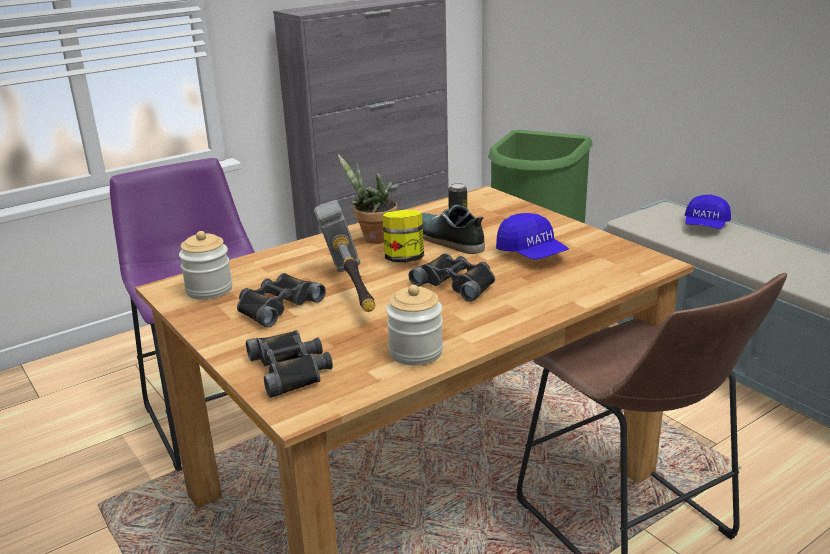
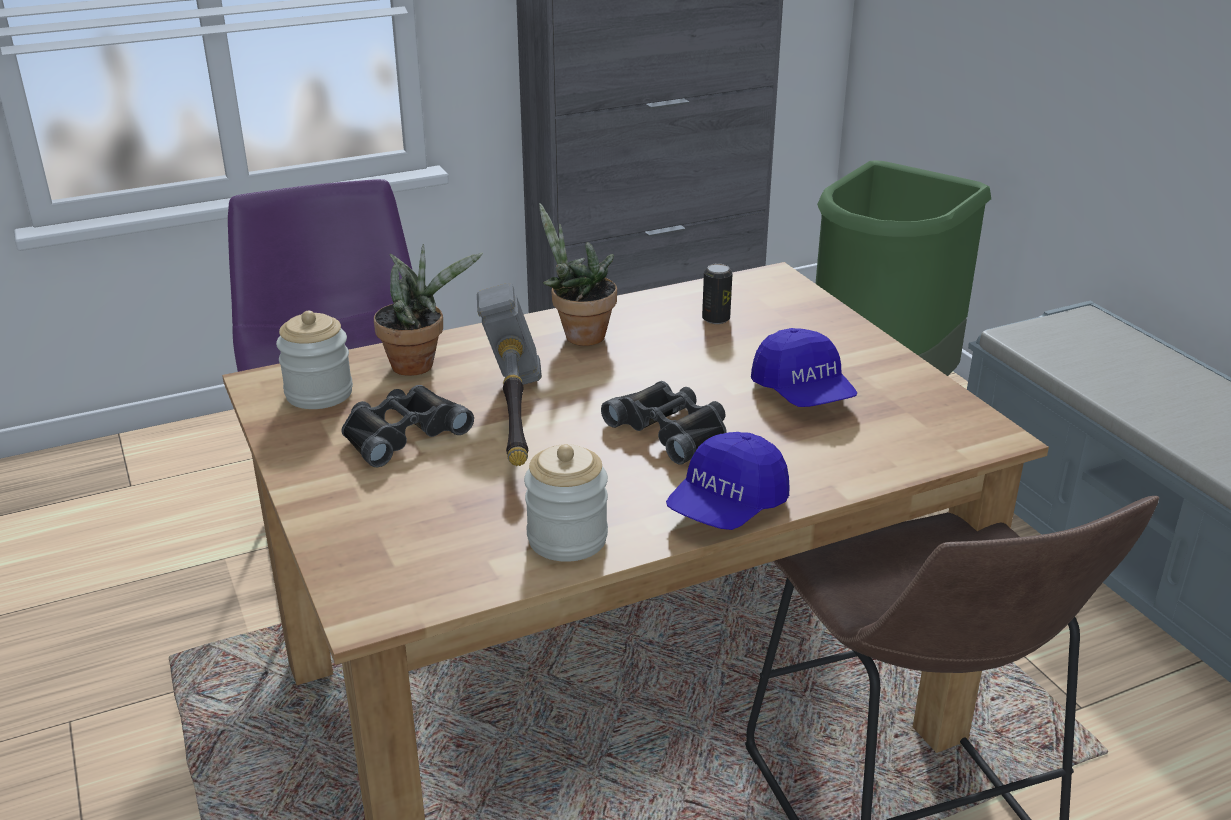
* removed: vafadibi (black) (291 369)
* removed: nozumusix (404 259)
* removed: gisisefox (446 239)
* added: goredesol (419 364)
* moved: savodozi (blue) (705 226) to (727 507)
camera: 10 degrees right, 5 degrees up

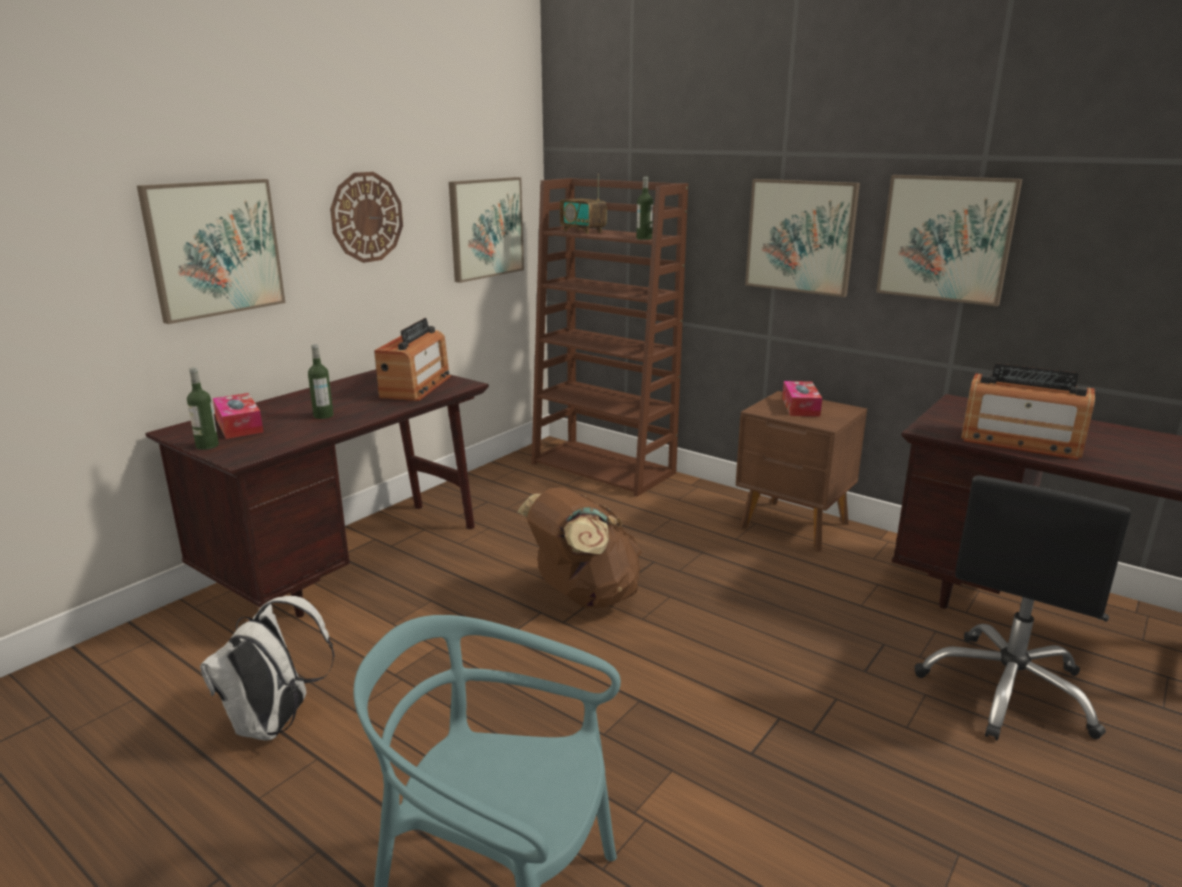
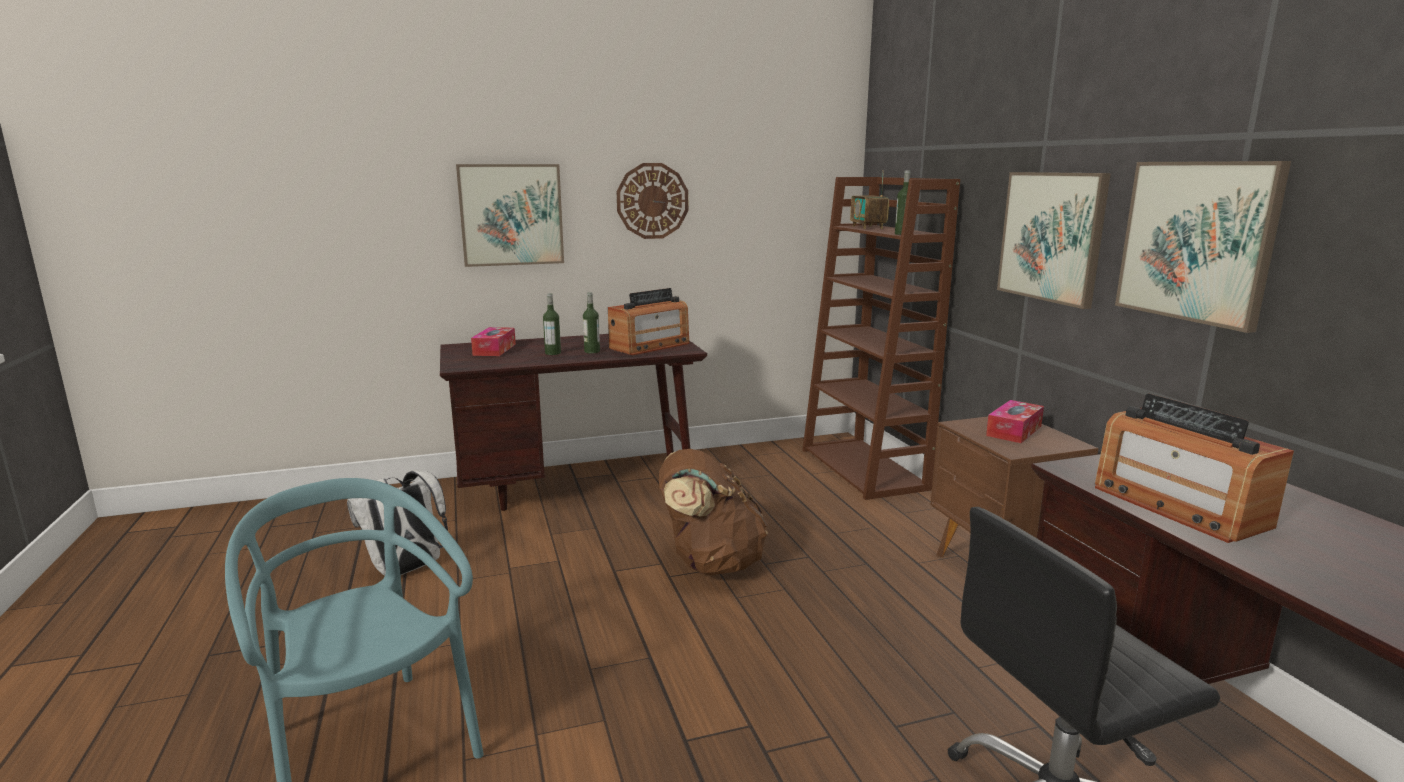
* removed: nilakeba (486 228)
* moved: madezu (207 446) to (592 351)
camera: 35 degrees right, 5 degrees down

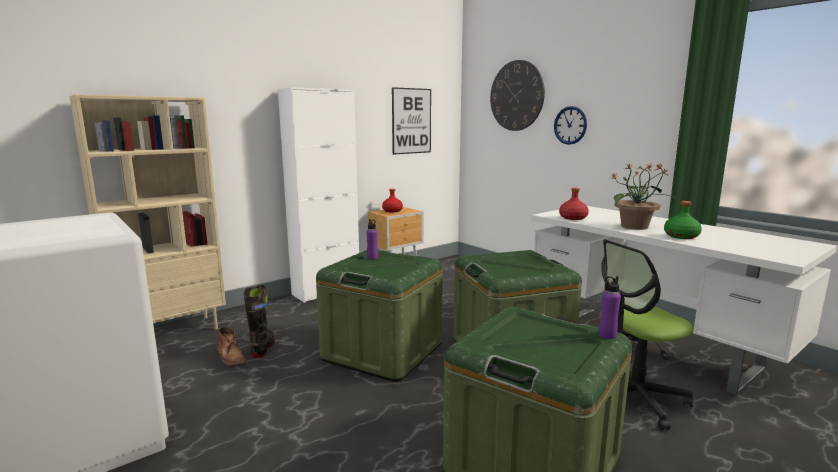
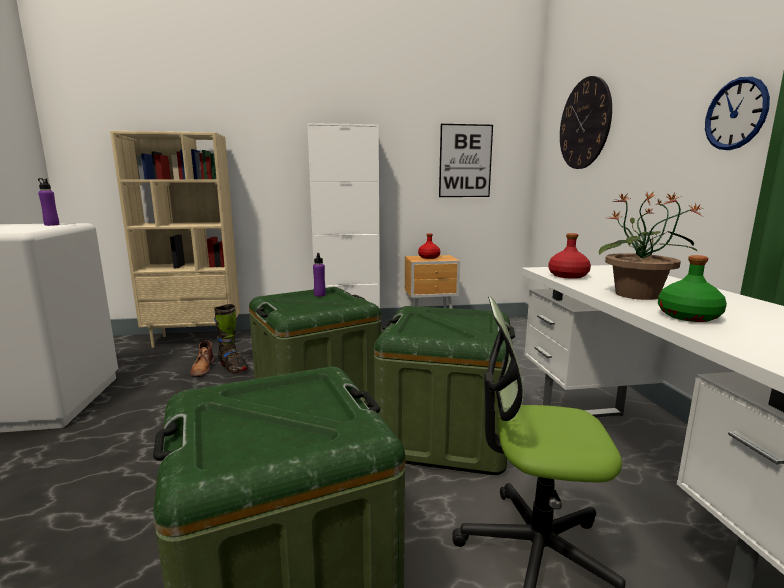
* moved: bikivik (570 125) to (736 114)
* moved: madezu (purple) (607 335) to (52 225)
* turned: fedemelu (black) (263 348) = (233 367) 105 degrees clockwise
camera: 30 degrees right, 0 degrees up

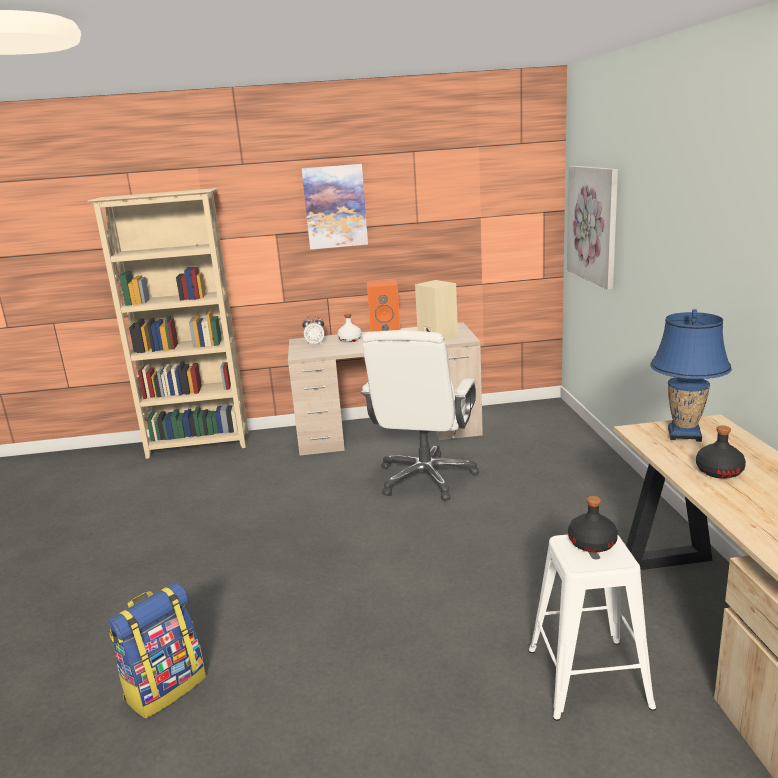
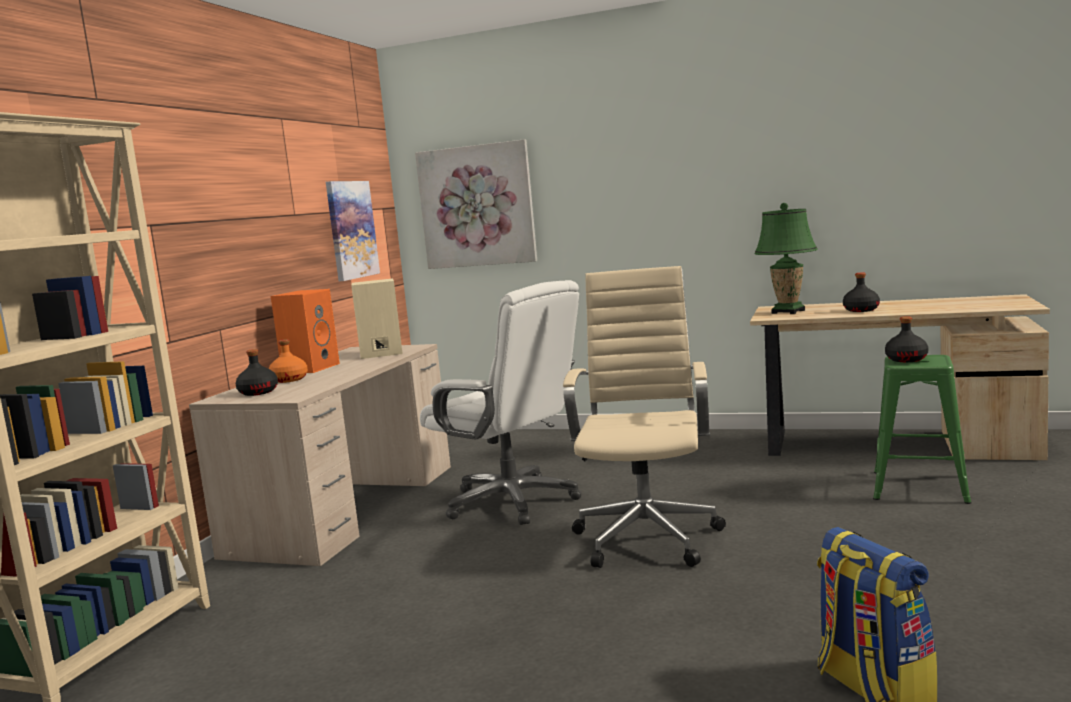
* added: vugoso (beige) (647 536)
* moved: nilakeba (335 207) to (351 230)
* replaced: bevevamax (315 343) to madezu (black) (258 392)
* recoloured: madezu (white) (349 340) to madezu (orange) (289 380)
* recoloured: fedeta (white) (586 676) to fedeta (green) (918 487)
* recoloured: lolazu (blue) (684 435) to lolazu (green) (788 312)
camera: 65 degrees left, 10 degrees down

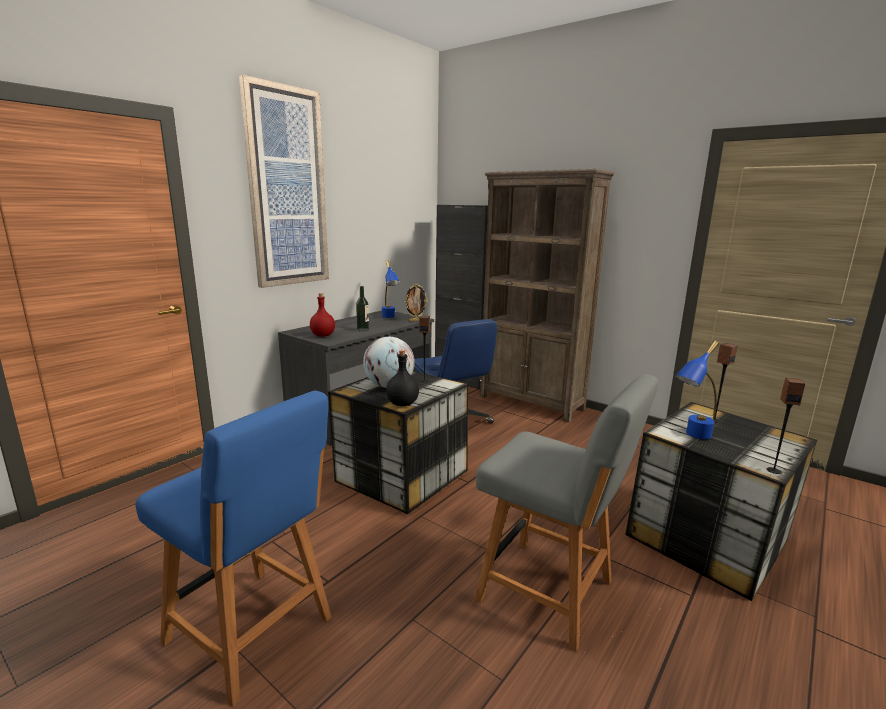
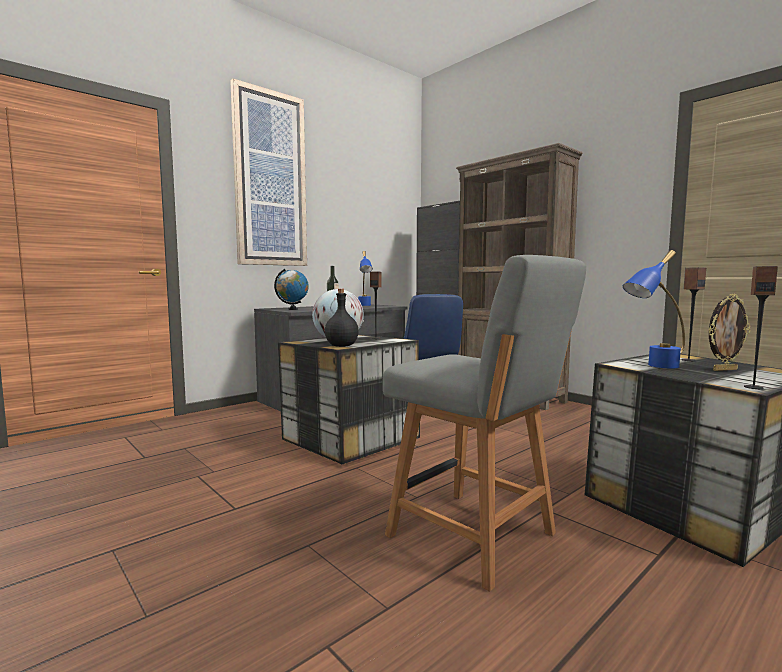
* removed: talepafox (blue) (253 633)
* moved: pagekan (415 320) to (724 370)
* replaced: madezu (red) (323 335) to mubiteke (293 309)
camera: 10 degrees right, 10 degrees down

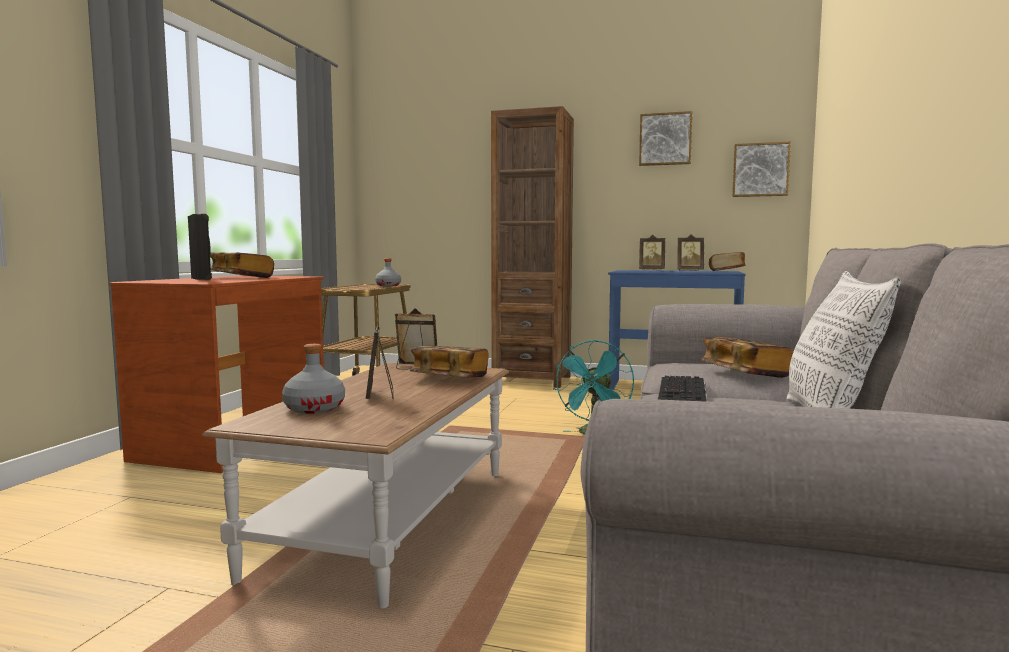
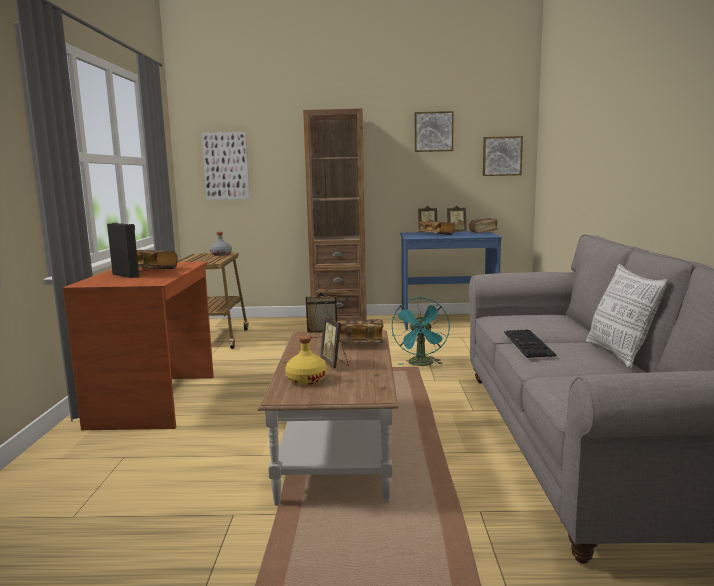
* added: nilakeba (226 166)
* moved: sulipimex (744 374) to (436 235)
* recoloured: madezu (grey) (314 408) to madezu (yellow) (306 379)
camera: 15 degrees left, 5 degrees up

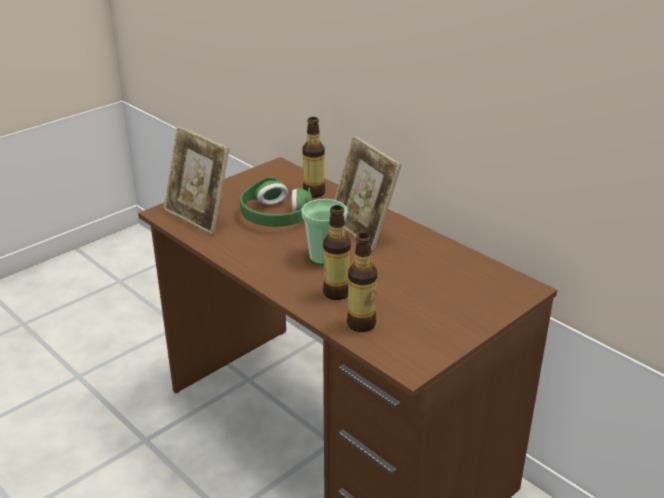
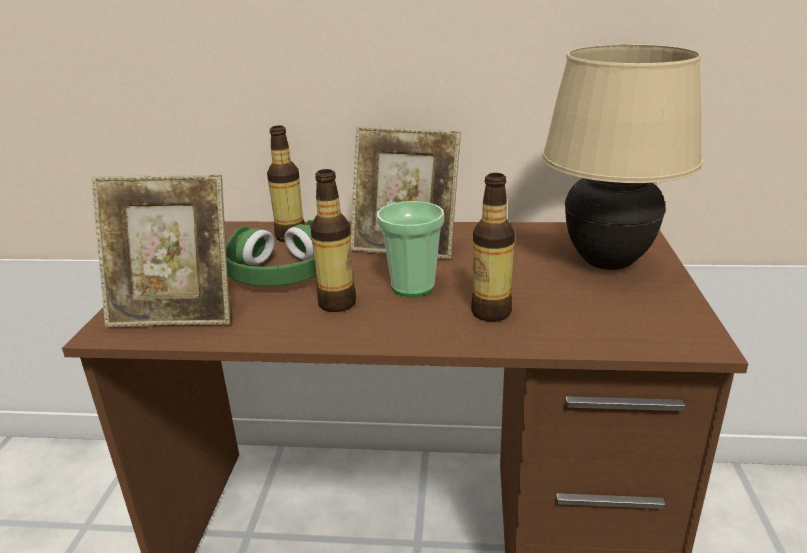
* added: lolazu (beige) (608 263)
* moved: madezu (361 324) to (337 303)
camera: 40 degrees left, 5 degrees down

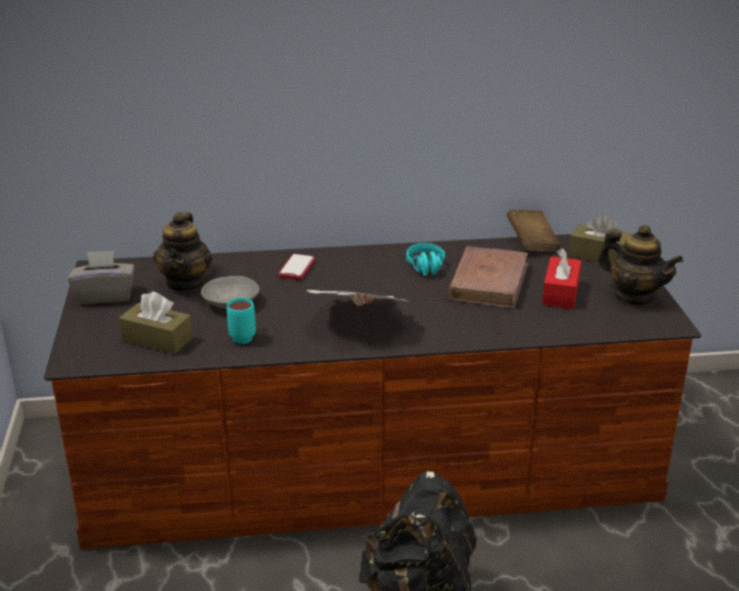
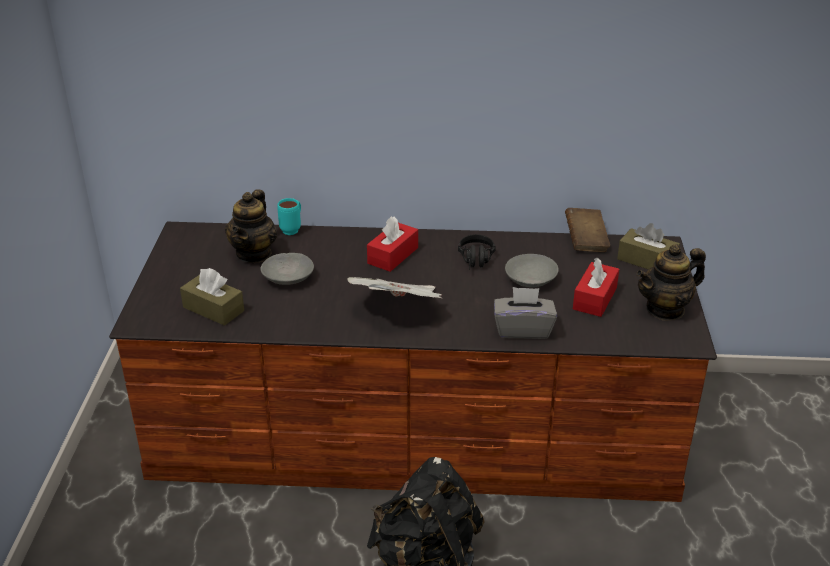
* removed: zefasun (297 268)
* added: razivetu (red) (393 255)
* moved: razivetu (grey) (105 296) to (523 329)
* moved: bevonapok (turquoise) (245 336) to (293 229)
* replaced: sulipimex (brown) (488 282) to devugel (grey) (530 280)
* recoloured: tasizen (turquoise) (427 270) to tasizen (black) (476 261)
* turned: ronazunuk (634 296) = (665 309) 105 degrees clockwise
camera: 10 degrees right, 5 degrees up

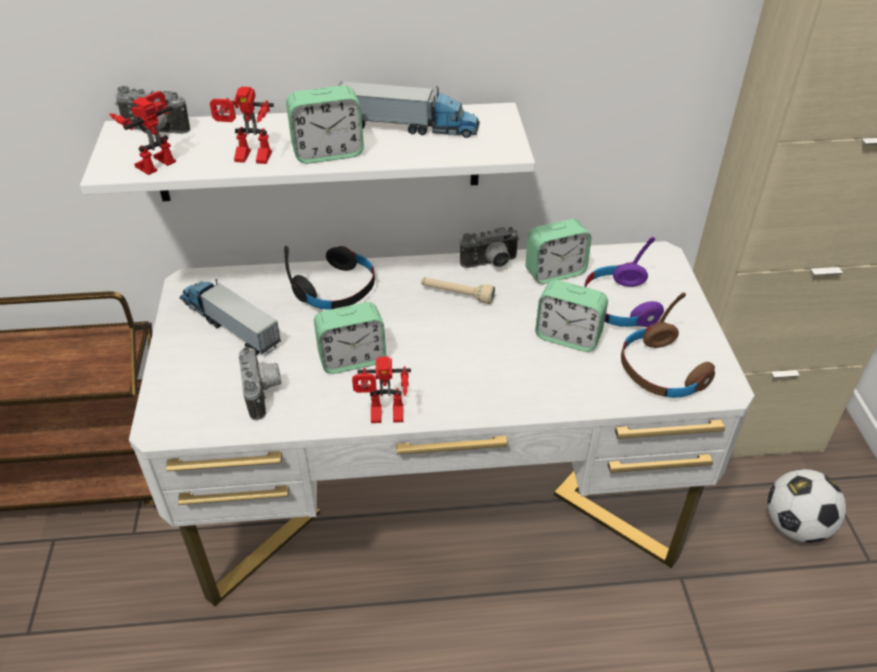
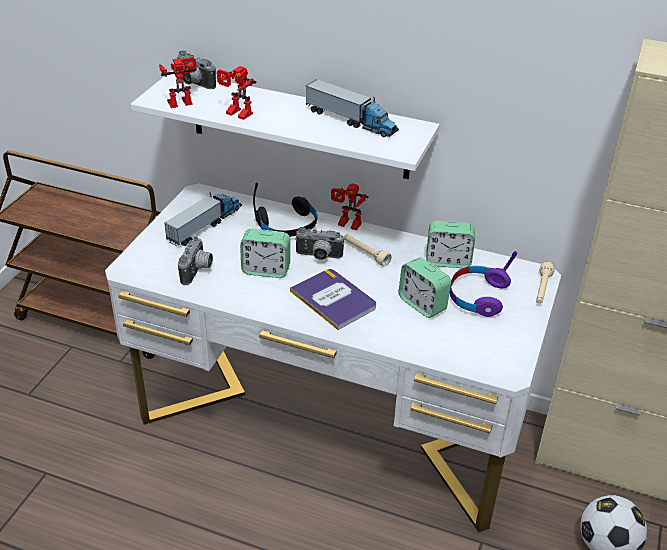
* removed: bevevamax (328 153)
* removed: tasizen (brown) (661 371)
* added: sulipimex (334 299)
* added: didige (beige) (542 289)
* moved: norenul (384 418) to (347 225)
* moved: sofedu (491 264) to (318 257)
* turned: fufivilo (229 324) = (205 225) 60 degrees clockwise
camera: 25 degrees right, 5 degrees down

